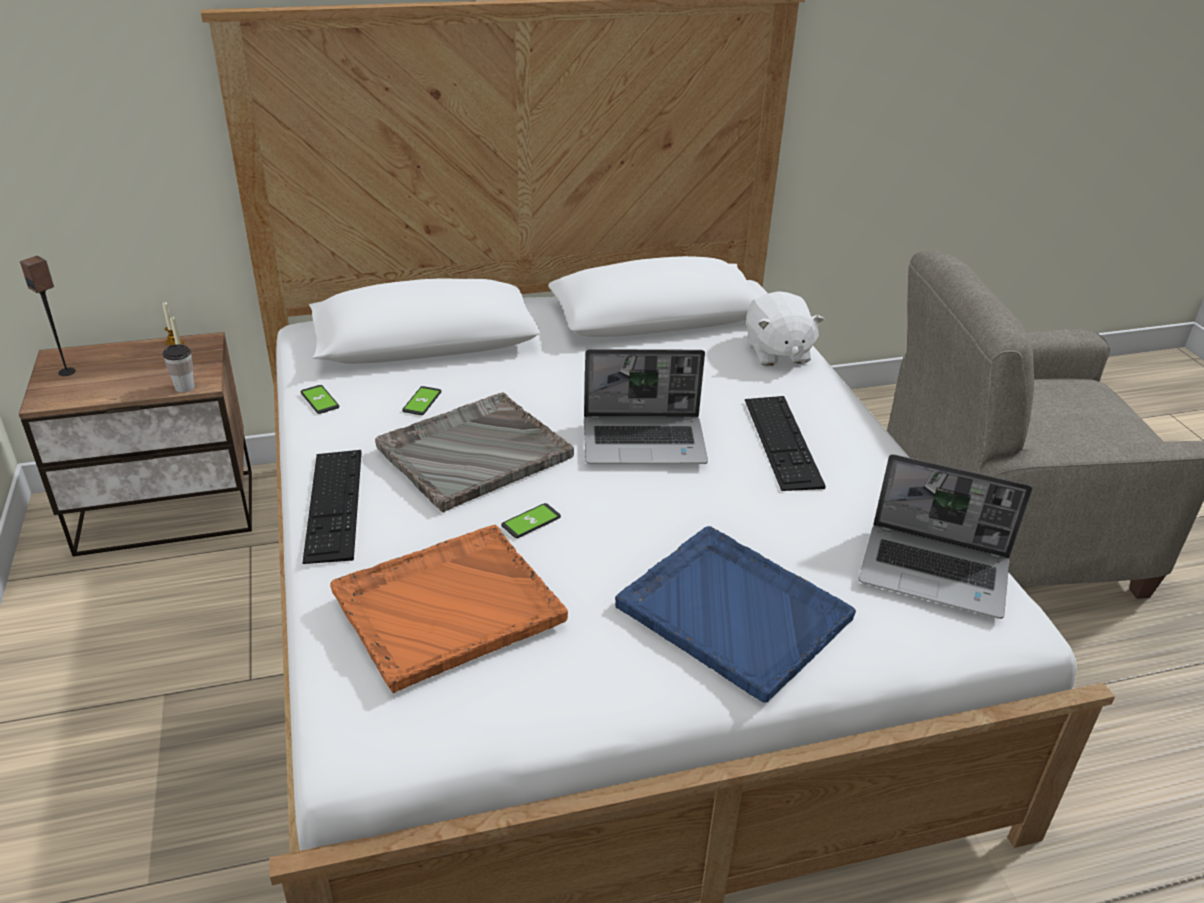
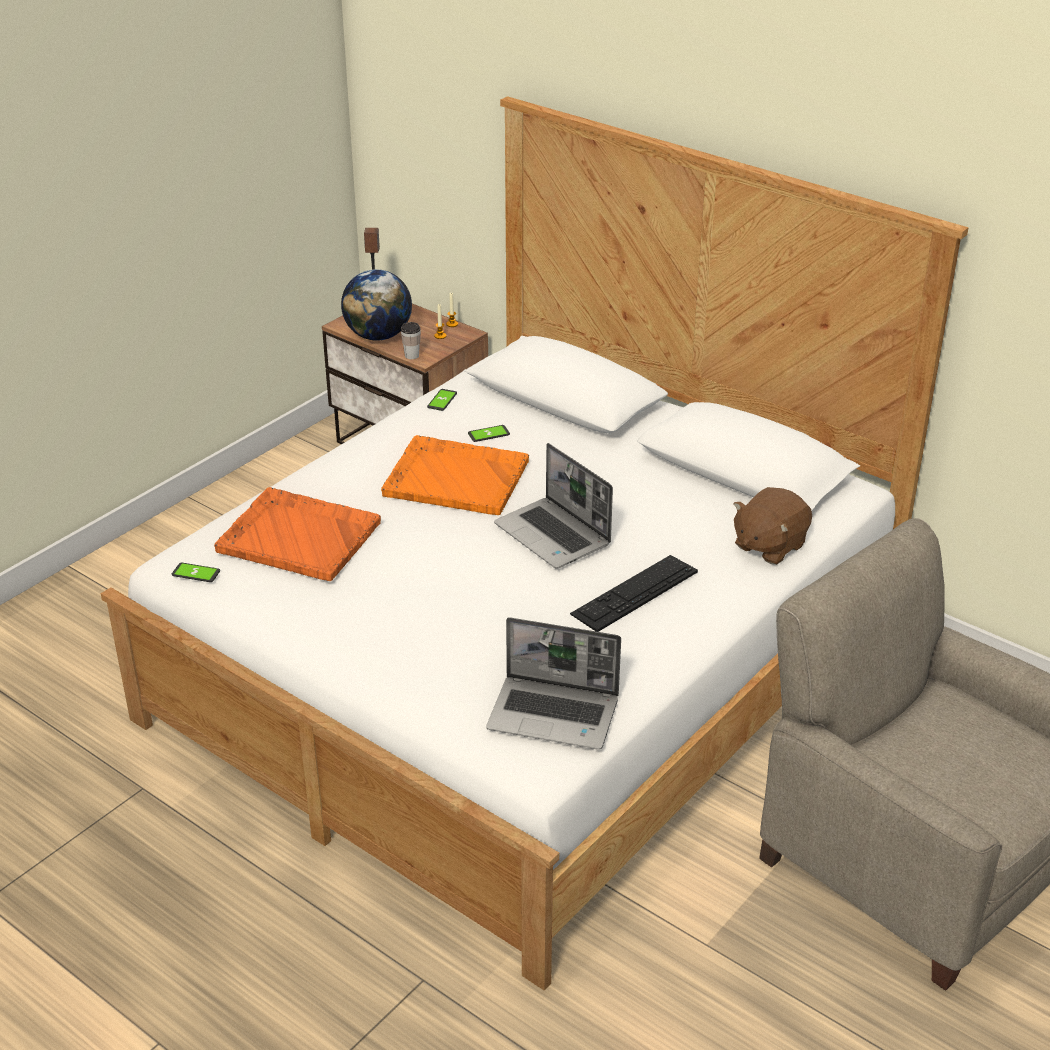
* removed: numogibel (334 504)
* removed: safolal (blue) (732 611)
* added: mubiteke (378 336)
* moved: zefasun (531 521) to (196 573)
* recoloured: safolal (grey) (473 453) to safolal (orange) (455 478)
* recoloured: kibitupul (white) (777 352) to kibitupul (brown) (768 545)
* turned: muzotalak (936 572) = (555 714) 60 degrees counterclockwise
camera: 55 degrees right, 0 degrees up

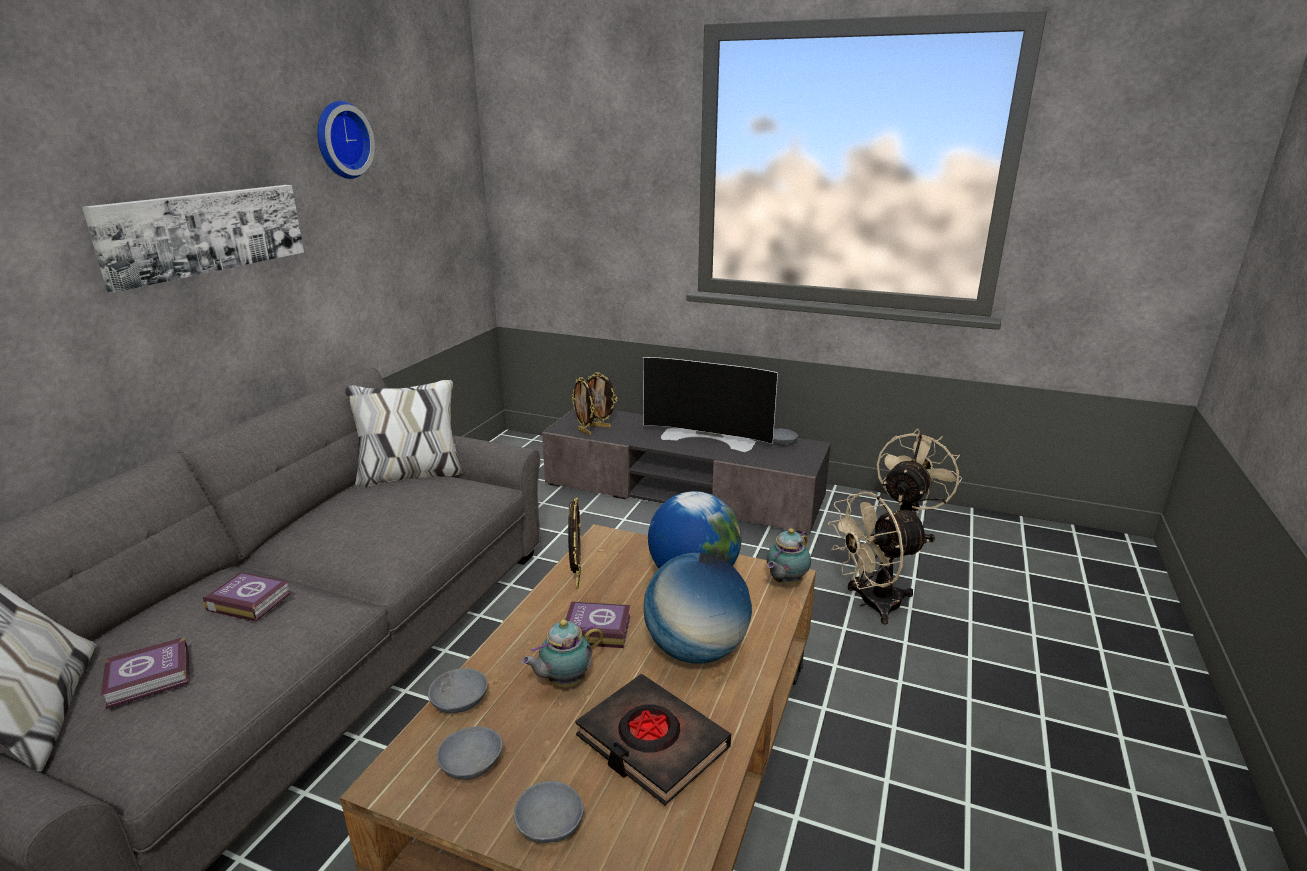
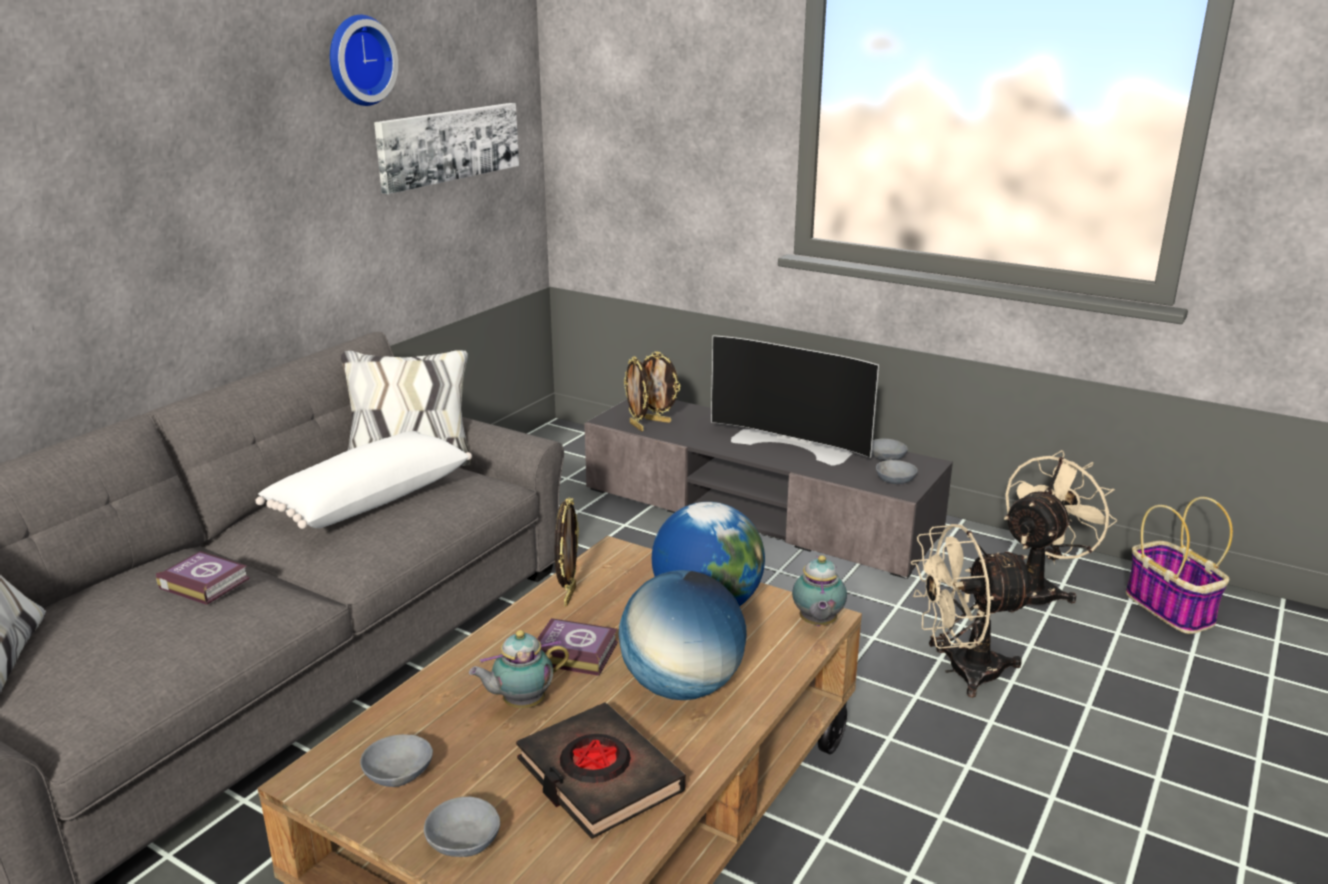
* removed: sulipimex (151 678)
* added: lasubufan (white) (369 499)
* added: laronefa (1171 609)
* moved: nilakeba (205 232) to (448 145)
* moved: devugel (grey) (459 703) to (895 480)
* turned: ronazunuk (785 583) = (817 624) 45 degrees counterclockwise
camera: 10 degrees right, 0 degrees up

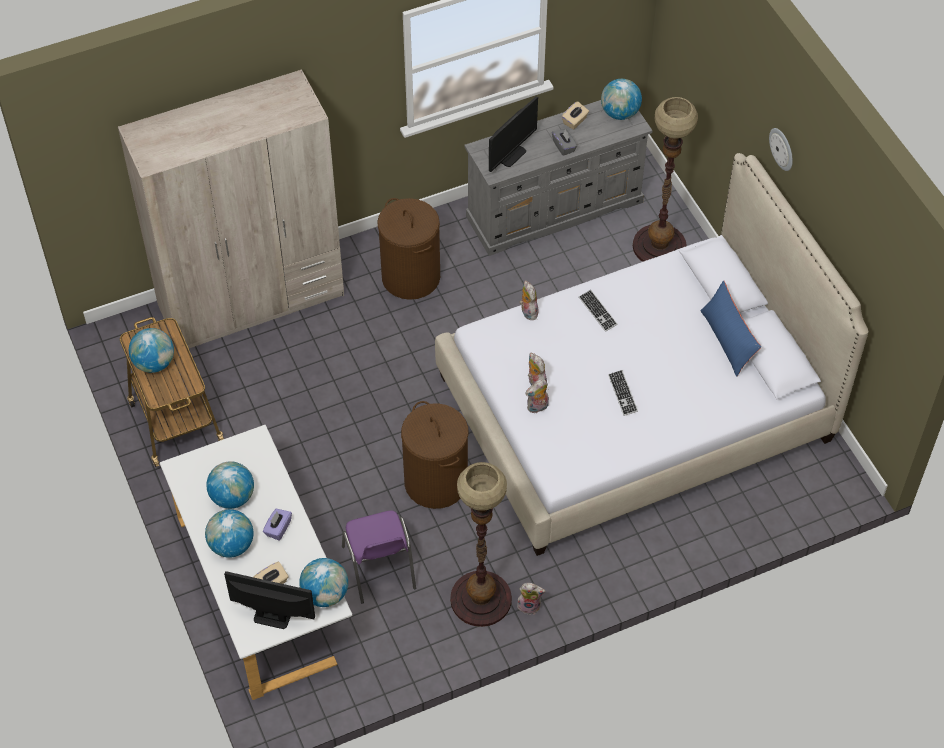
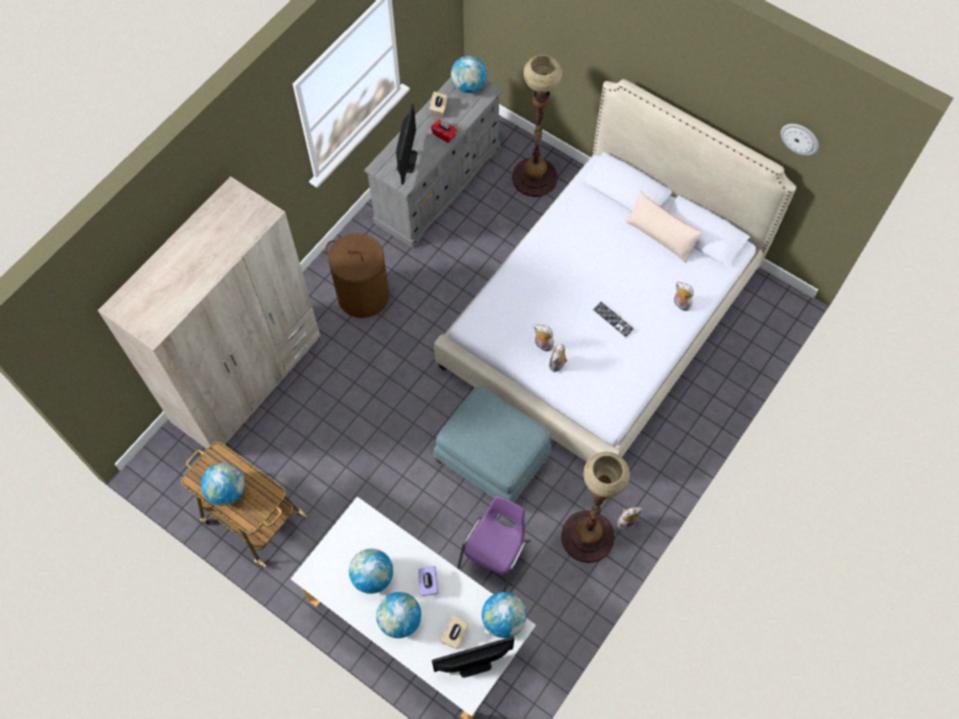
* removed: numogibel (597 311)
* moved: kibitupul (527 312) to (680 304)
* moved: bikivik (782 148) to (800 138)
* replaced: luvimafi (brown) (436 482) to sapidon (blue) (493 458)
* recoloured: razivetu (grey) (564 147) to razivetu (red) (444 135)
* recoloured: lasubufan (blue) (727 340) to lasubufan (beige) (660 236)
* turned: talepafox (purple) (379 568) = (495 554) 105 degrees counterclockwise
camera: 30 degrees left, 10 degrees up

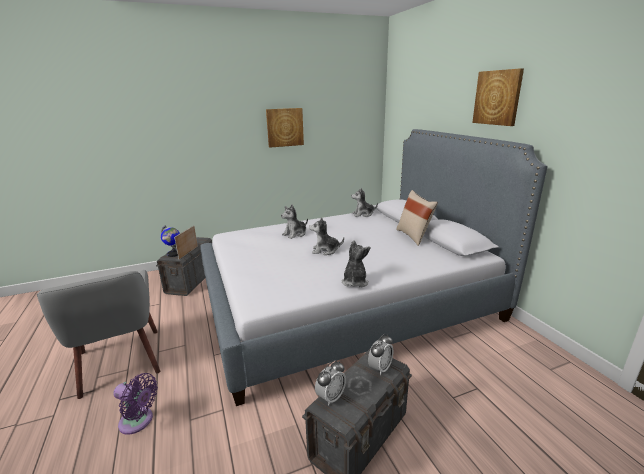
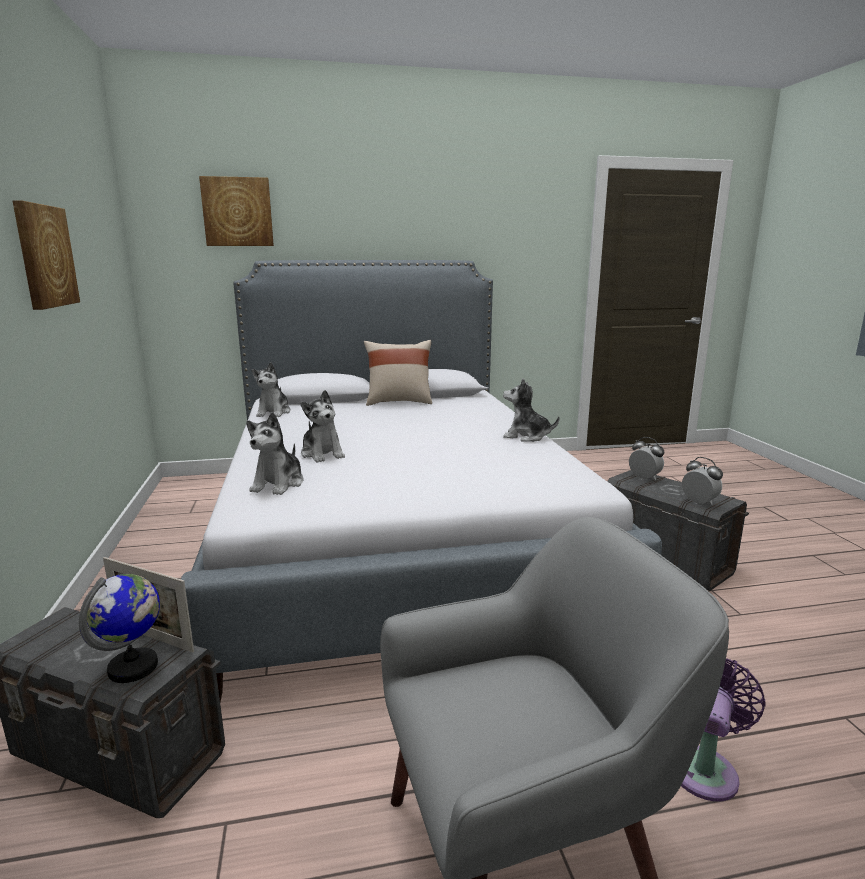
* moved: kibitupul (325 250) to (279 484)
* moved: nilakeba (497 97) to (237 212)
camera: 80 degrees left, 5 degrees down

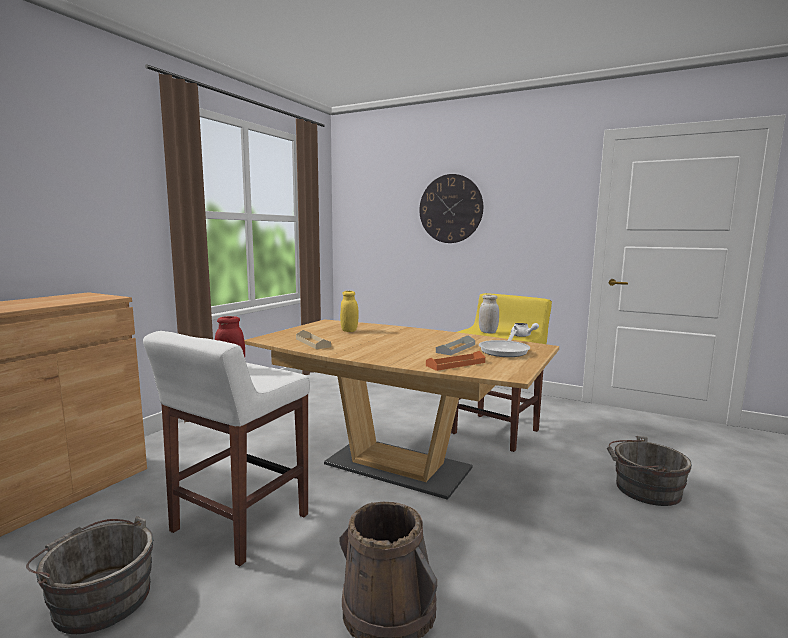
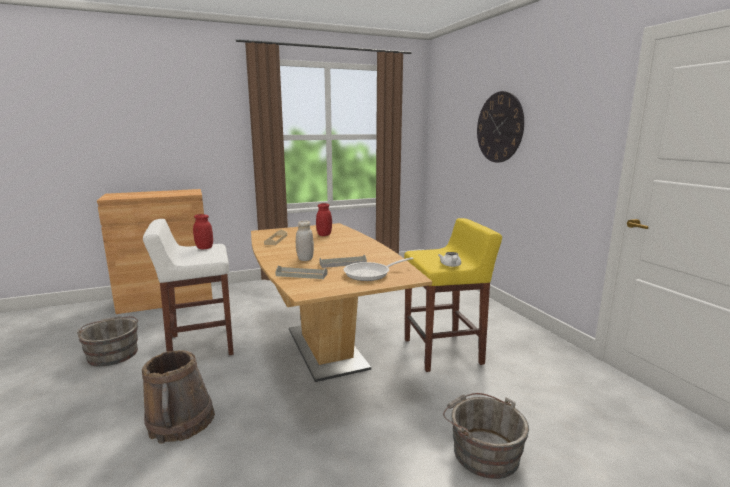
* moved: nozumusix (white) (488 332) to (305 259)
* recoloured: nozumusix (yellow) (349 330) to nozumusix (red) (324 235)
* recoloured: safolal (orange) (455 364) to safolal (grey) (301 275)
camera: 40 degrees right, 5 degrees up

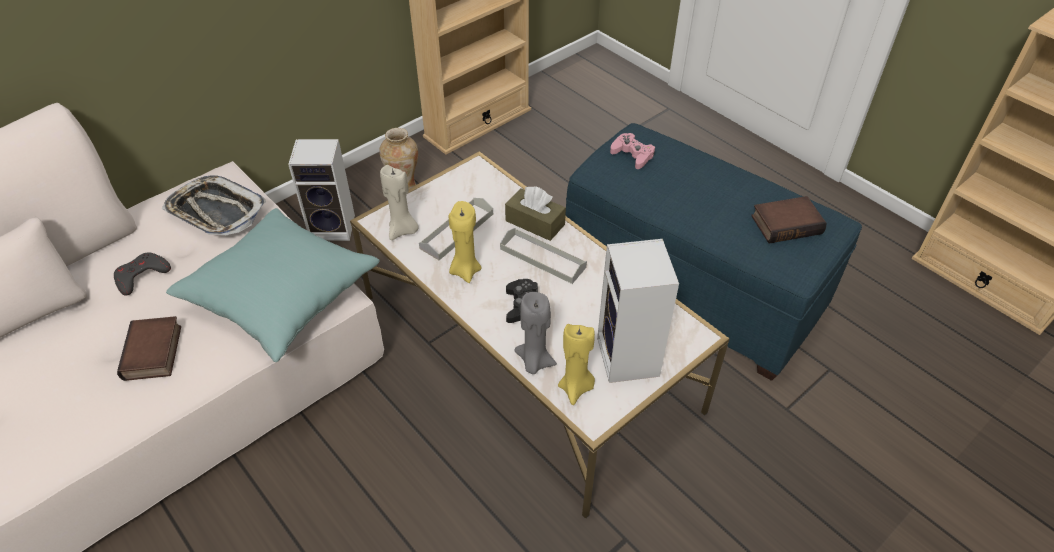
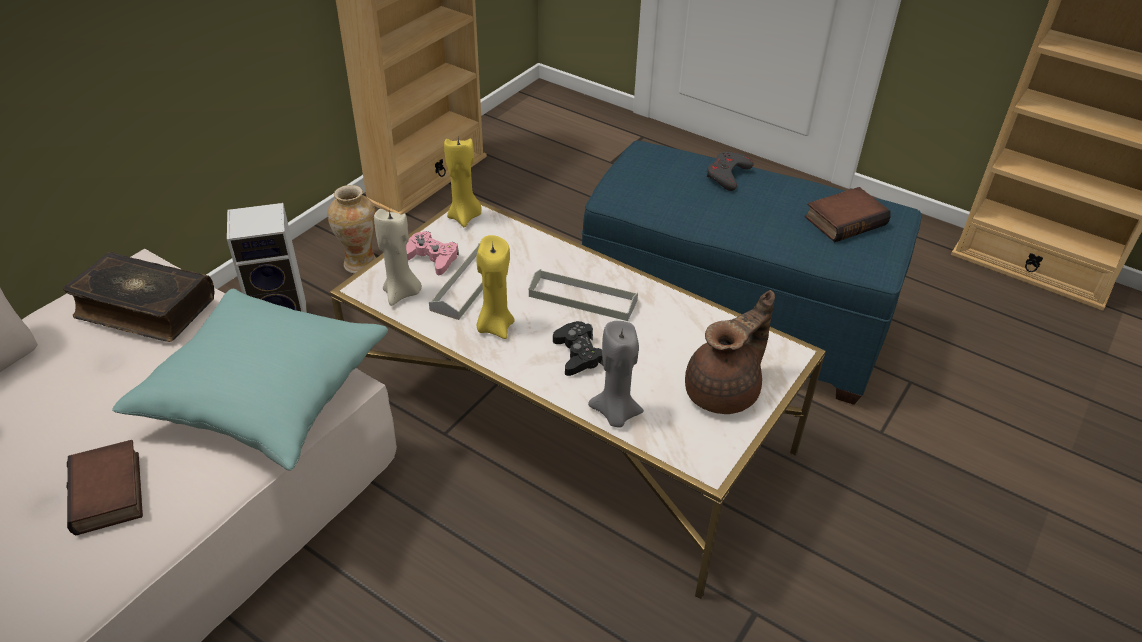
* removed: razivetu (brown) (535 222)
* moved: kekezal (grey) (141 276) to (727 175)
* moved: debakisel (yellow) (576 388) to (465 217)
* moved: kekezal (pink) (632 155) to (431 258)
* replaced: safolal (216 211) to sulipimex (144 308)
* replaced: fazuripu (630 359) to ronazunuk (brown) (724 391)
camera: 15 degrees left, 5 degrees down

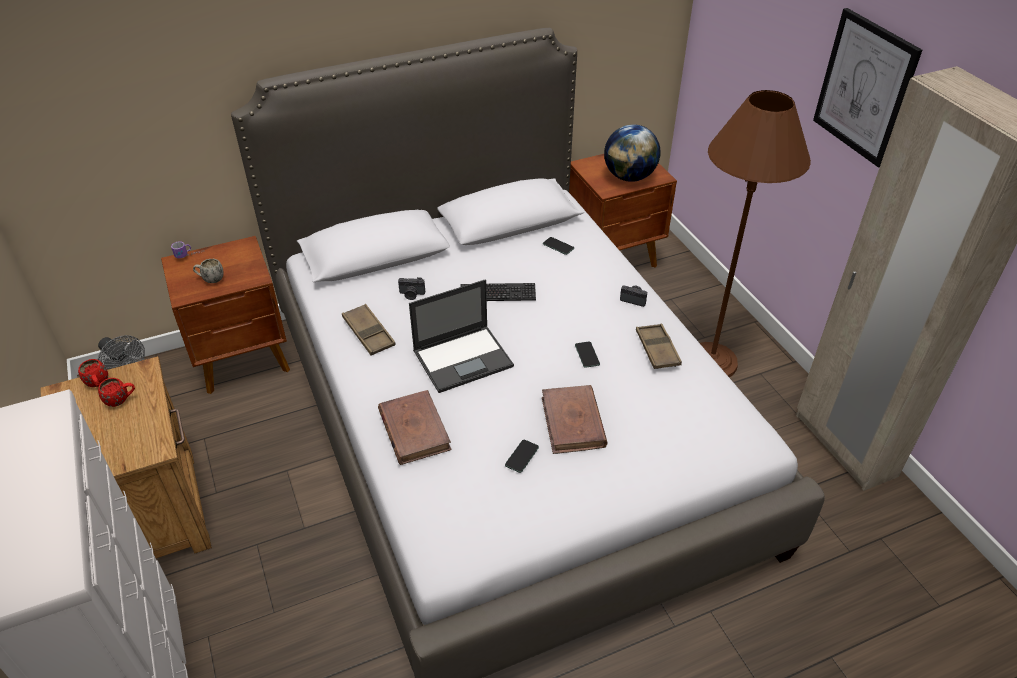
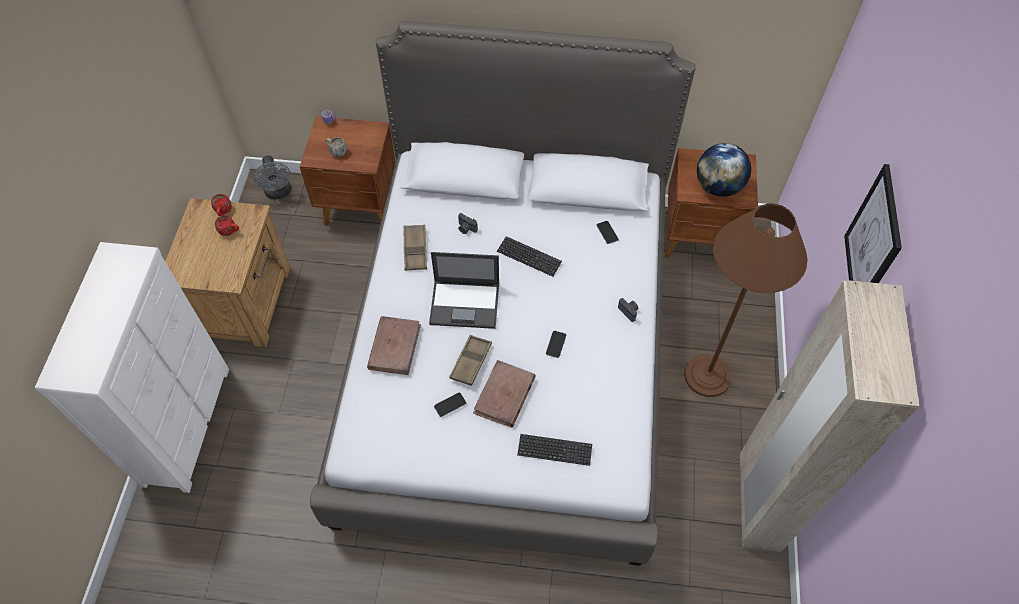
* added: numogibel (554 450)
* moved: safolal (brown) (657 350) to (471 362)
camera: 30 degrees right, 15 degrees up

